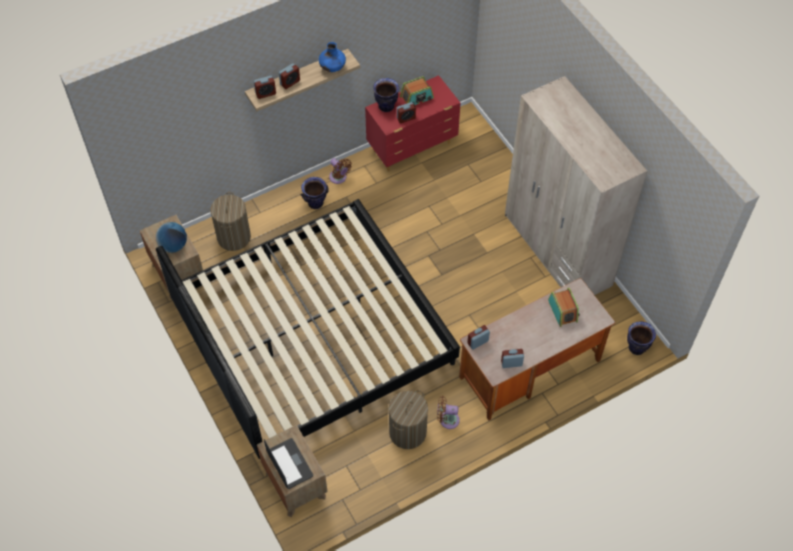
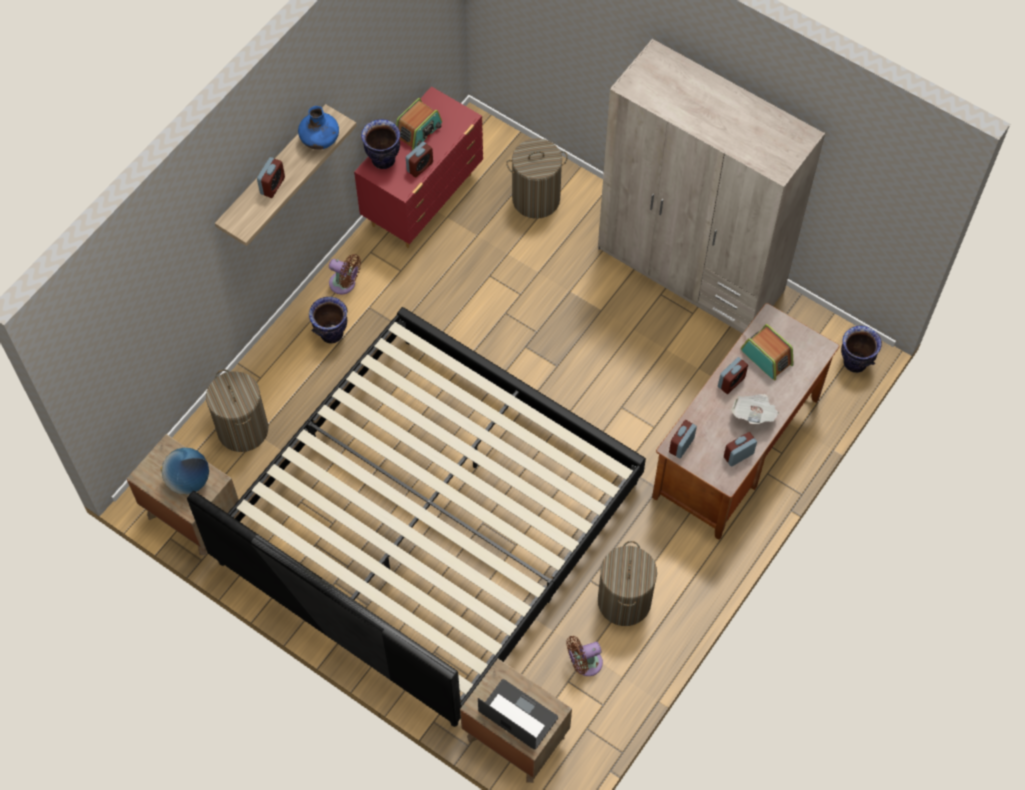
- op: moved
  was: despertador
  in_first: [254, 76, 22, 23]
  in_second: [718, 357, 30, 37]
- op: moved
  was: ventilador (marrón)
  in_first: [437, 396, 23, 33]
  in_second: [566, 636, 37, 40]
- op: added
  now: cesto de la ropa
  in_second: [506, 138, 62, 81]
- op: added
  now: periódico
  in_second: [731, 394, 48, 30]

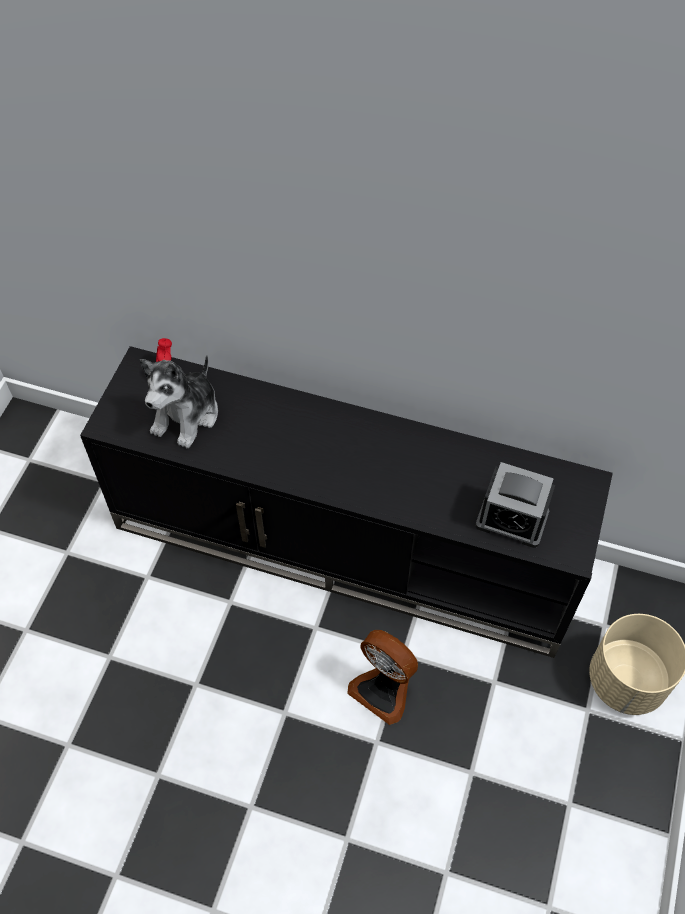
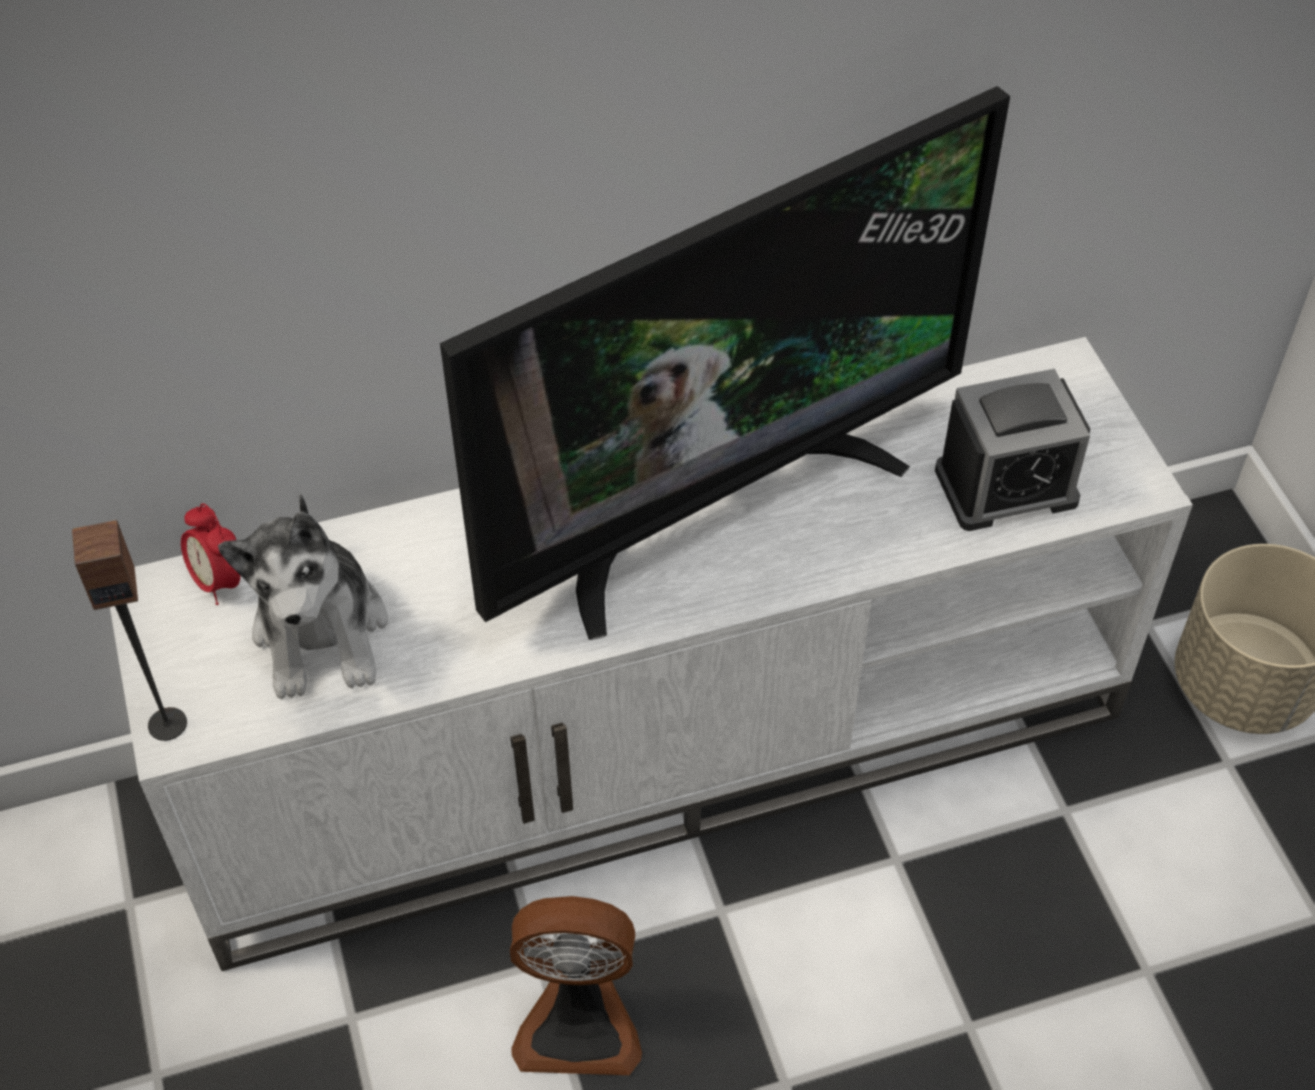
- op: recoloured
  was: mueble de televisión (negro)
  now: mueble de televisión (blanco)
  in_first: [80, 346, 533, 312]
  in_second: [110, 337, 1083, 634]
- op: moved
  was: ventilador
  in_first: [347, 630, 71, 95]
  in_second: [510, 896, 132, 179]
- op: added
  now: televisor
  in_second: [440, 86, 570, 554]
- op: added
  now: altavoz
  in_second: [72, 519, 115, 222]

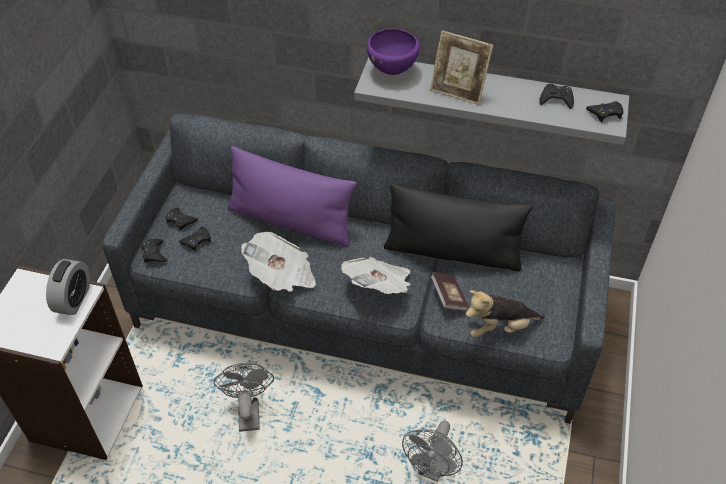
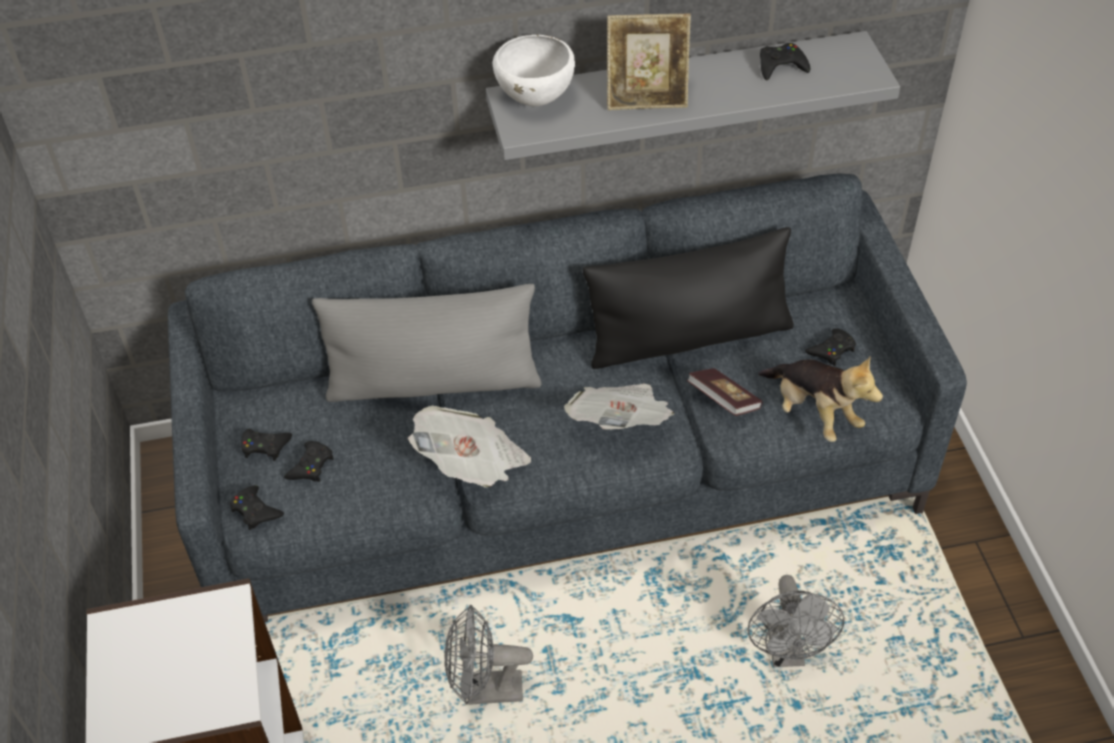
- op: recoloured
  was: cuenco (morado)
  now: cuenco (blanco)
  in_first: [367, 29, 53, 46]
  in_second: [493, 35, 82, 71]
- op: moved
  was: mando de consola (negro)
  in_first: [586, 101, 38, 21]
  in_second: [805, 328, 51, 38]
- op: recoloured
  was: cojín (morado)
  now: cojín (gris)
  in_first: [227, 146, 130, 101]
  in_second: [312, 284, 229, 118]
- op: removed
  was: despertador
  in_first: [46, 259, 44, 56]
- op: turned
  was: peluche
  in_first: [465, 290, 80, 47]
  in_second: [758, 356, 125, 86]
  clockwise: -90
- op: turned
  was: ventilador (gris)
  in_first: [213, 363, 61, 69]
  in_second: [445, 605, 88, 100]
  clockwise: -60

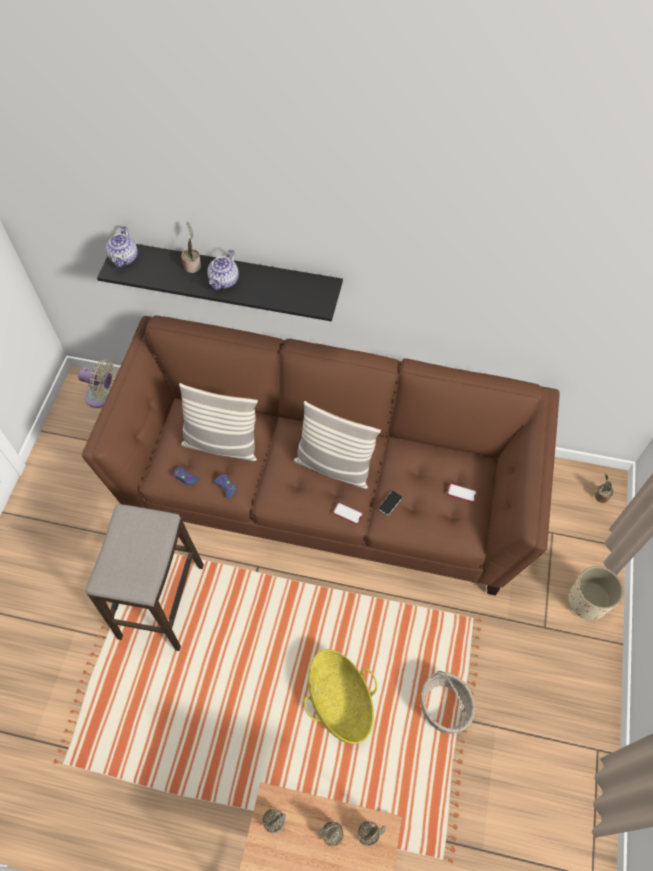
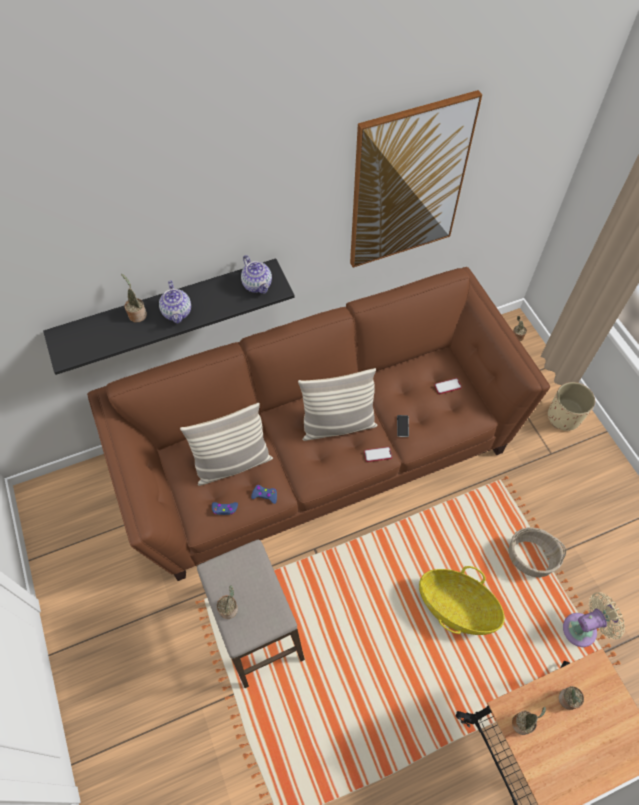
- op: moved
  was: tetera
  in_first: [106, 226, 32, 42]
  in_second: [241, 255, 31, 39]
- op: moved
  was: ventilador (beis)
  in_first: [78, 360, 37, 48]
  in_second: [563, 592, 62, 55]
- op: moved
  was: planta en maceta
  in_first: [357, 821, 29, 25]
  in_second: [217, 585, 21, 34]
- op: added
  now: cuadro
  in_second: [350, 90, 132, 178]

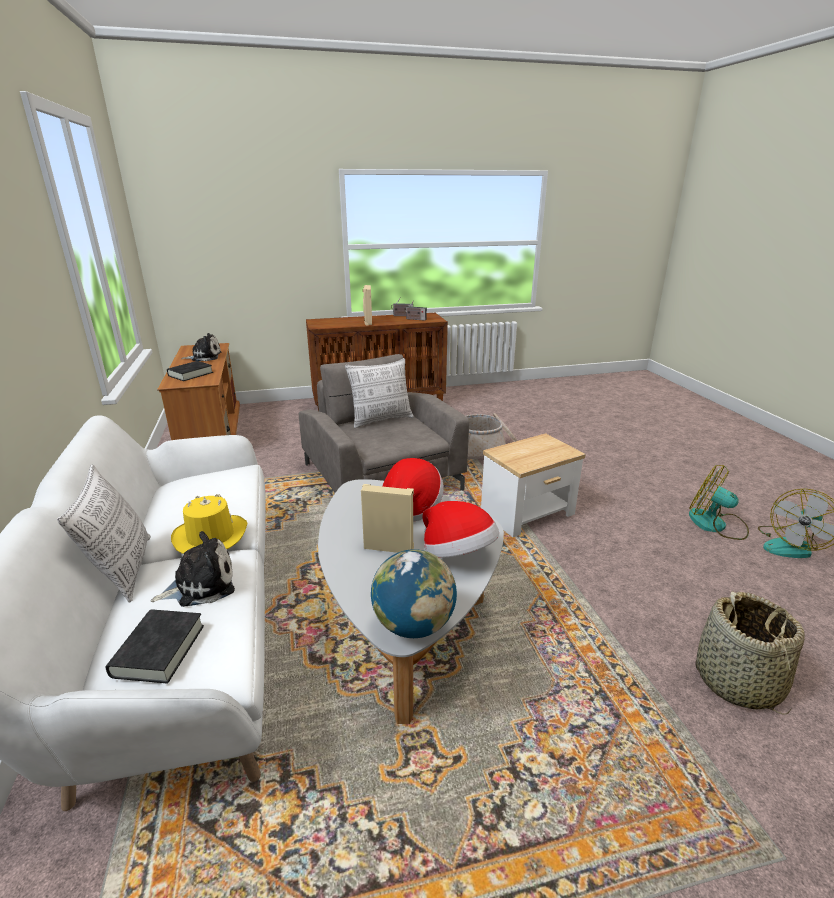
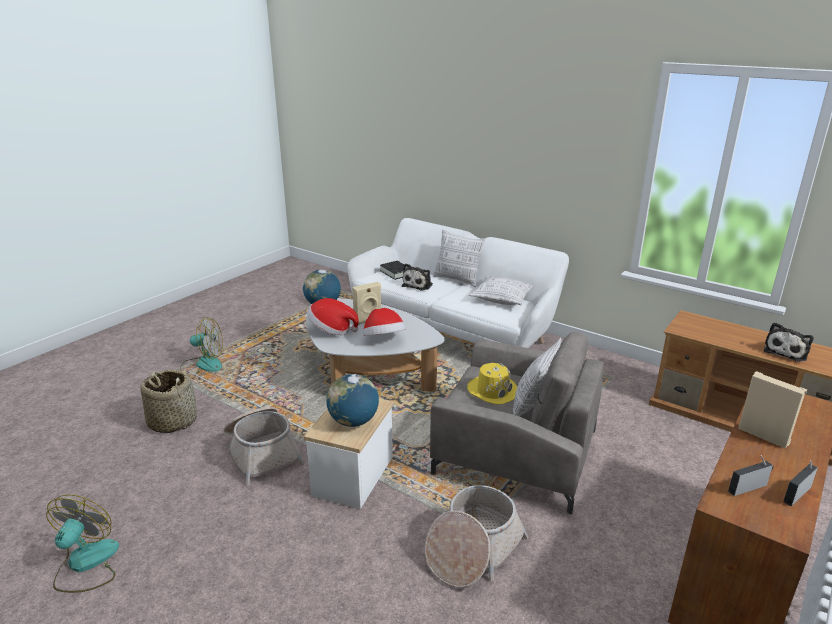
- op: removed
  was: libro (negro)
  in_first: [167, 361, 46, 20]
- op: moved
  was: ventilador
  in_first: [689, 465, 60, 75]
  in_second: [180, 317, 43, 57]
- op: moved
  was: sombrero (amarillo)
  in_first: [171, 494, 77, 60]
  in_second: [467, 363, 50, 42]
- op: added
  now: cojín
  in_second: [469, 276, 64, 29]
- op: added
  now: globo terráqueo
  in_second: [326, 374, 53, 53]
- op: added
  now: cesta
  in_second: [224, 407, 81, 79]

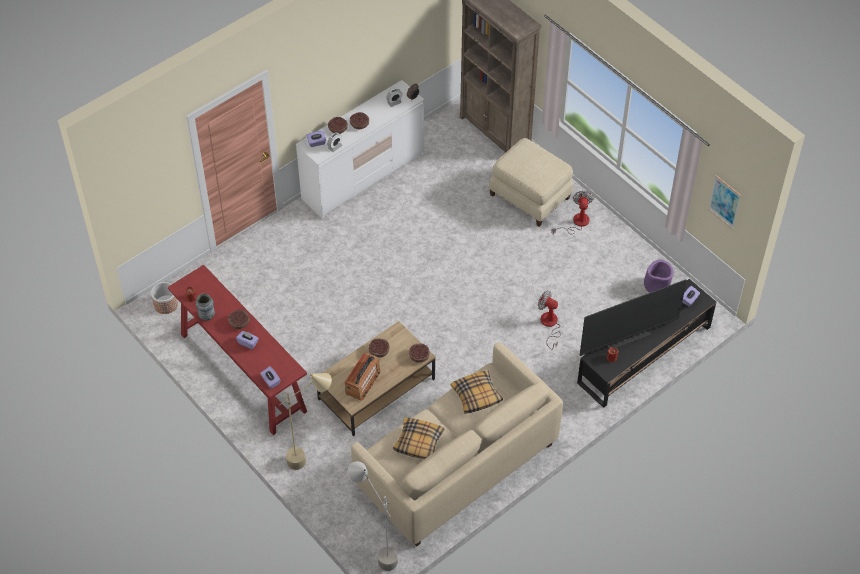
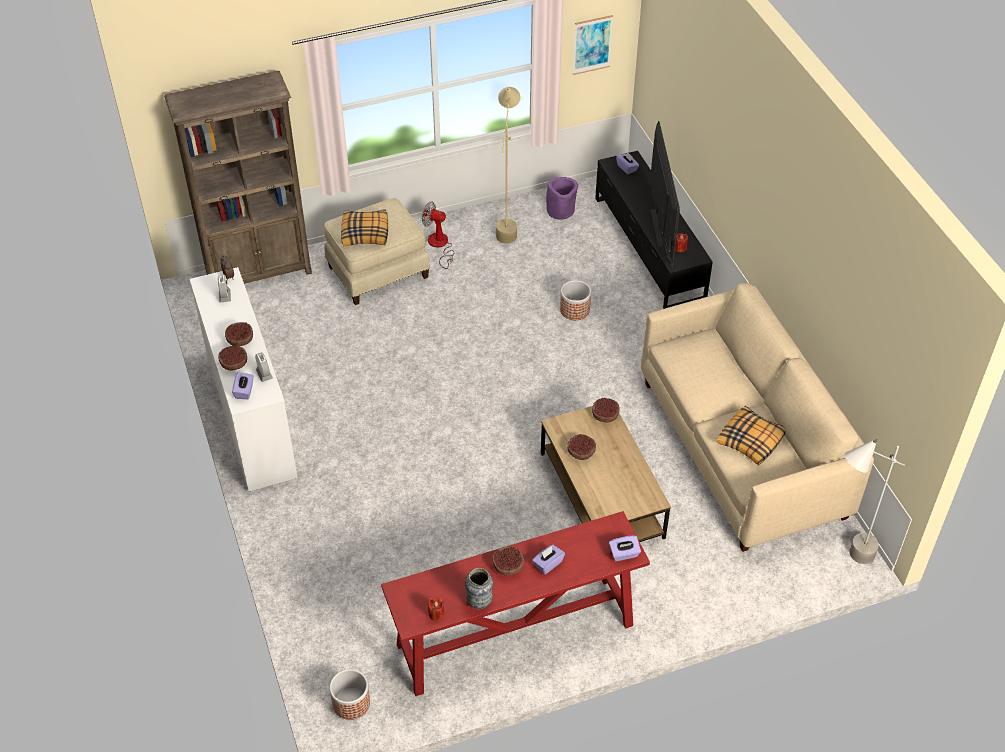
- op: replaced
  was: ventilador
  now: maceta
  in_first: [538, 291, 23, 59]
  in_second: [560, 280, 31, 40]
- op: removed
  was: radio
  in_first: [345, 352, 36, 49]
- op: moved
  was: cojín
  in_first: [451, 371, 52, 43]
  in_second: [341, 209, 47, 37]
- op: moved
  was: lámpara de pie (beis)
  in_first: [280, 373, 52, 97]
  in_second: [496, 87, 24, 157]

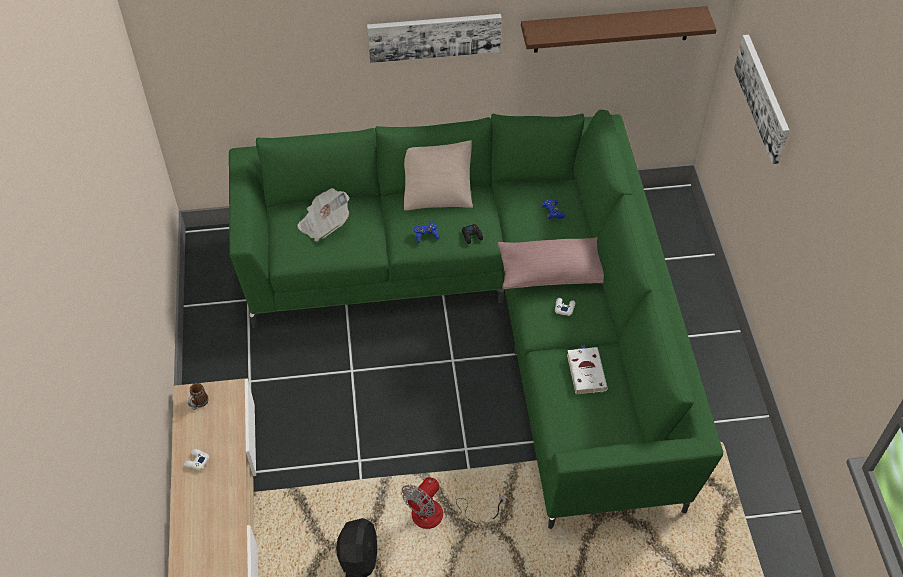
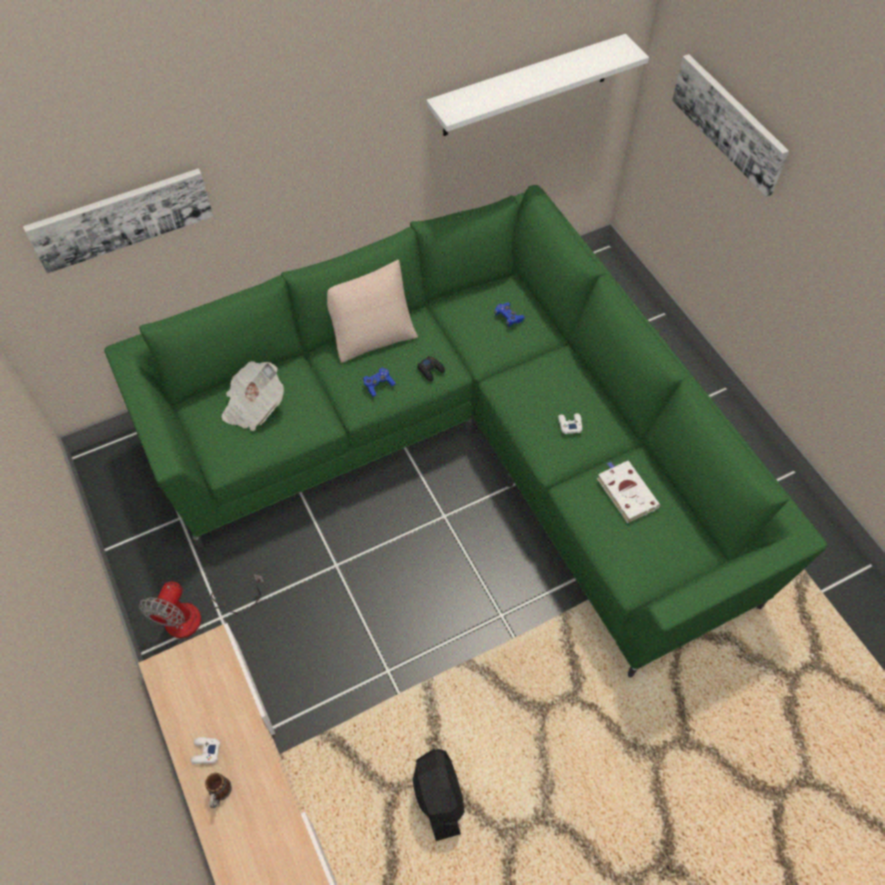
- op: recoloured
  was: estante (marrón)
  now: estante (blanco)
  in_first: [521, 6, 196, 47]
  in_second: [426, 34, 223, 102]
- op: moved
  was: cuadro
  in_first: [367, 14, 135, 49]
  in_second: [23, 168, 190, 106]
- op: removed
  was: cojín (rosa)
  in_first: [498, 237, 106, 52]
- op: moved
  was: taza grande
  in_first: [188, 383, 21, 27]
  in_second: [205, 773, 27, 35]
- op: moved
  was: ventilador
  in_first: [401, 477, 105, 52]
  in_second: [139, 574, 126, 64]

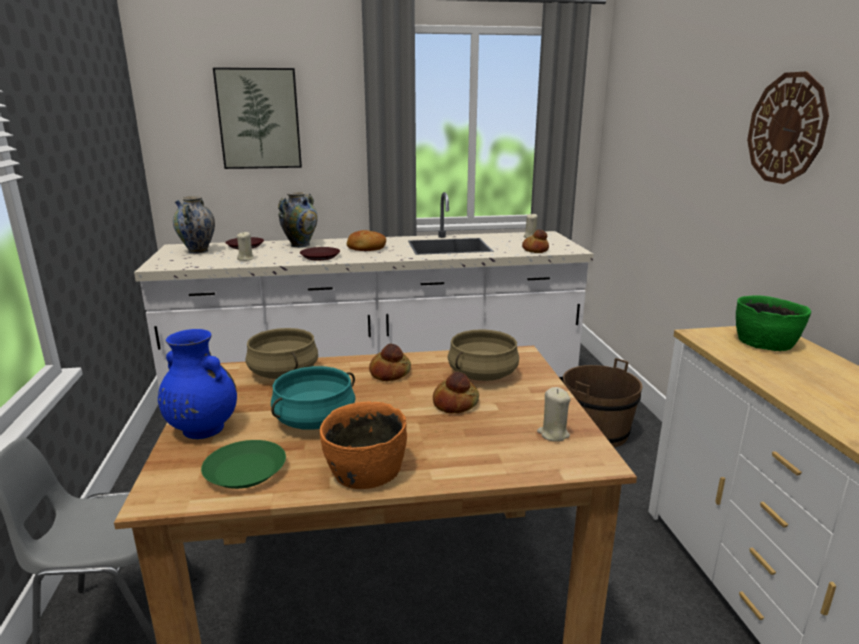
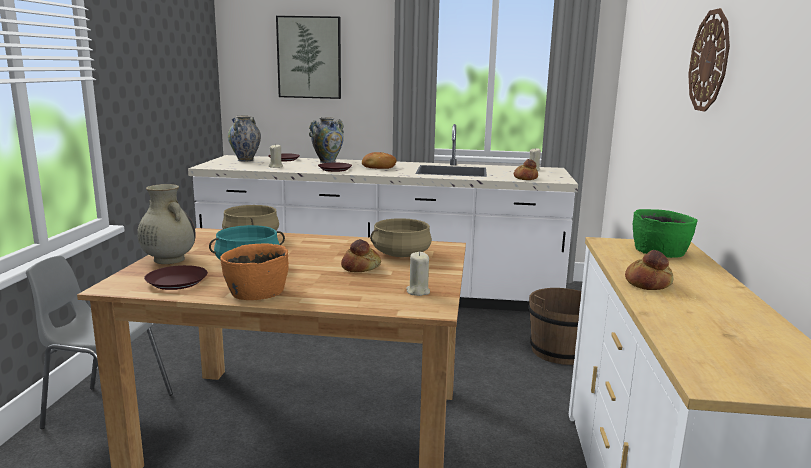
- op: recoloured
  was: florero (azul)
  now: florero (beis)
  in_first: [158, 329, 79, 110]
  in_second: [137, 184, 59, 80]
- op: moved
  was: pan
  in_first: [369, 344, 42, 37]
  in_second: [625, 250, 48, 40]
- op: recoloured
  was: plato (verde)
  now: plato (marrón)
  in_first: [201, 440, 85, 49]
  in_second: [144, 265, 64, 25]

